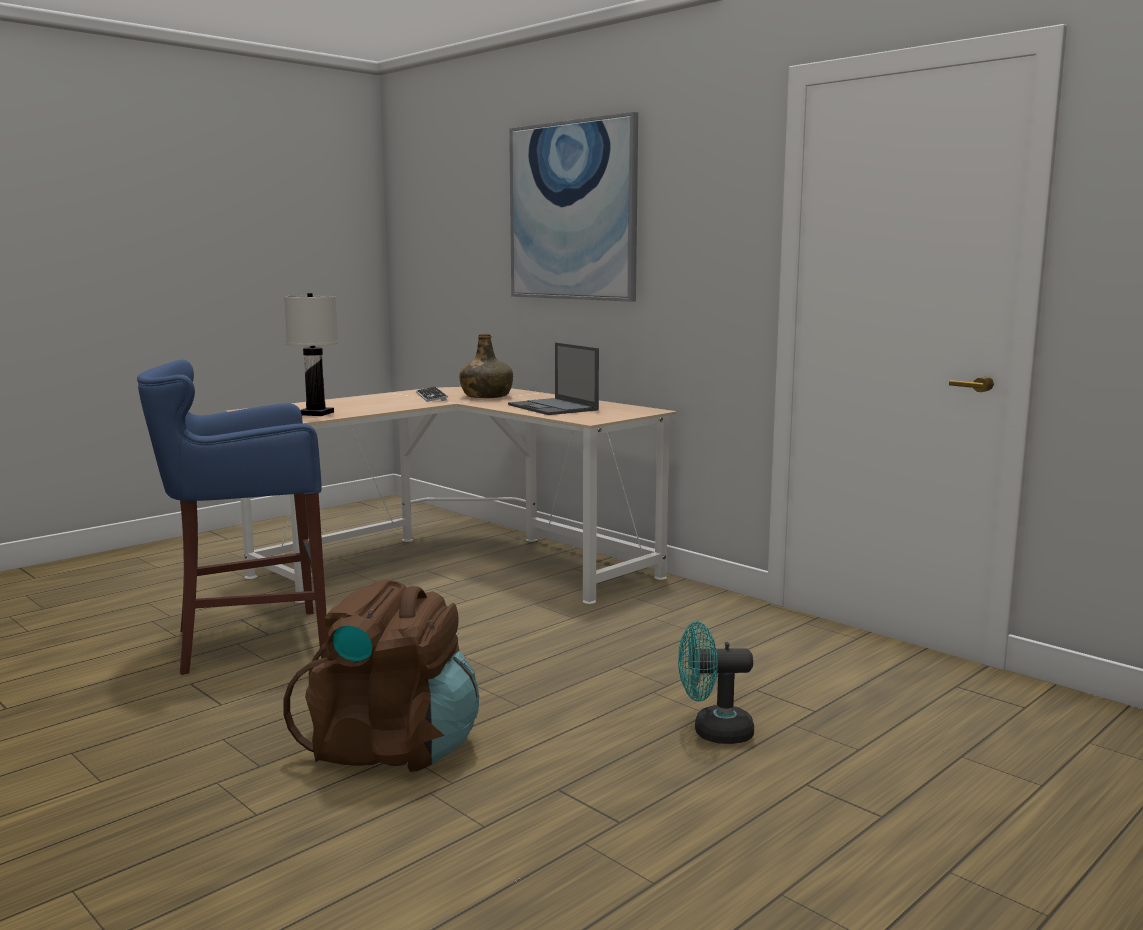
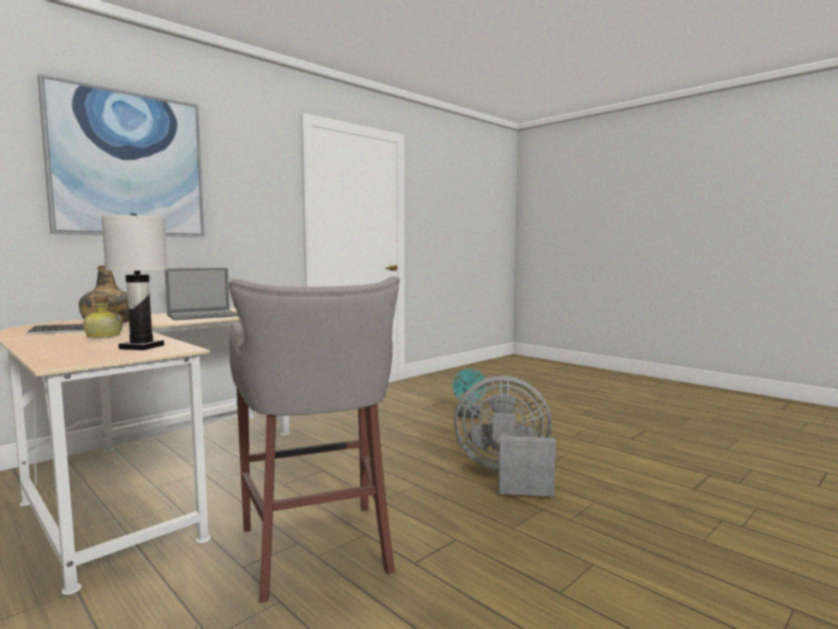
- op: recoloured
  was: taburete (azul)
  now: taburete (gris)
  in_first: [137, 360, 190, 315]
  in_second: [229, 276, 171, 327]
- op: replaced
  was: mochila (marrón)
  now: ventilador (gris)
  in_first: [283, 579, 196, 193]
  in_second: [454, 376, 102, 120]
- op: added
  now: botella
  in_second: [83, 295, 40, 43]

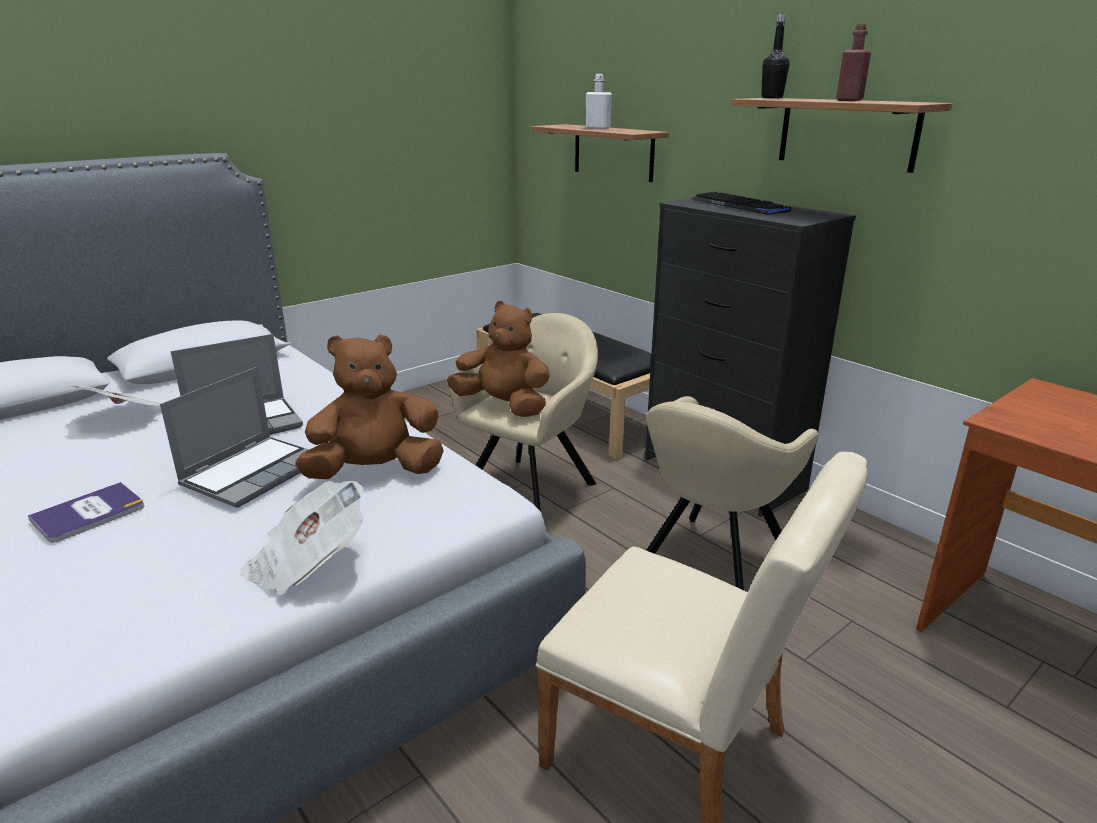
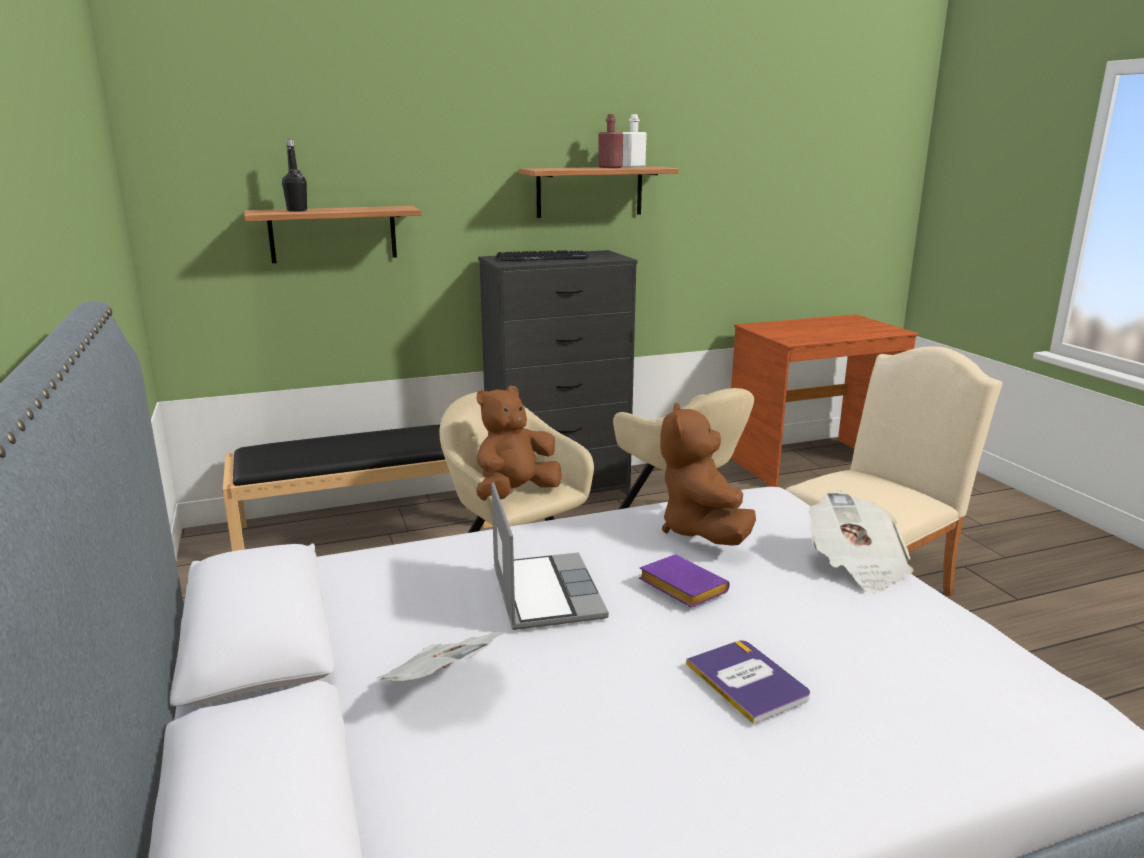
- op: moved
  was: botella (negro)
  in_first: [761, 14, 29, 84]
  in_second: [282, 139, 25, 73]
- op: moved
  was: botella (blanco)
  in_first: [586, 74, 26, 55]
  in_second: [622, 114, 25, 54]
- op: replaced
  was: portátil
  now: libro (morado)
  in_first: [160, 367, 149, 141]
  in_second: [639, 554, 91, 54]

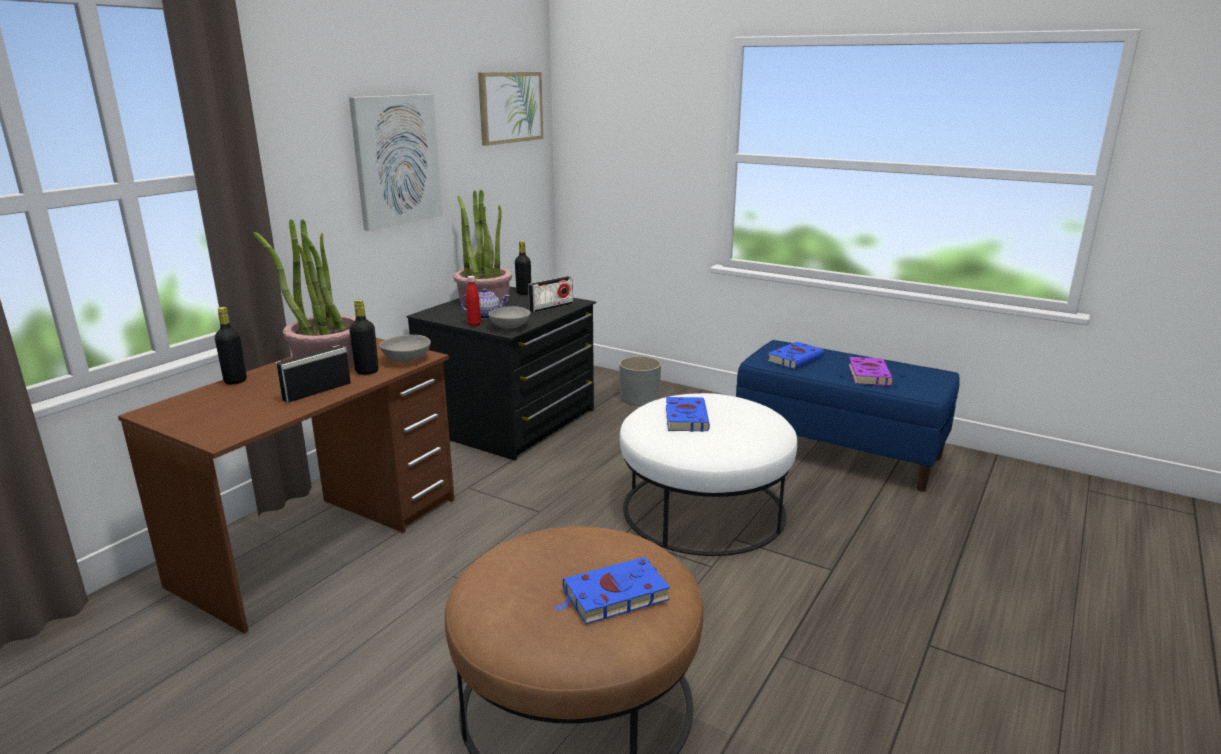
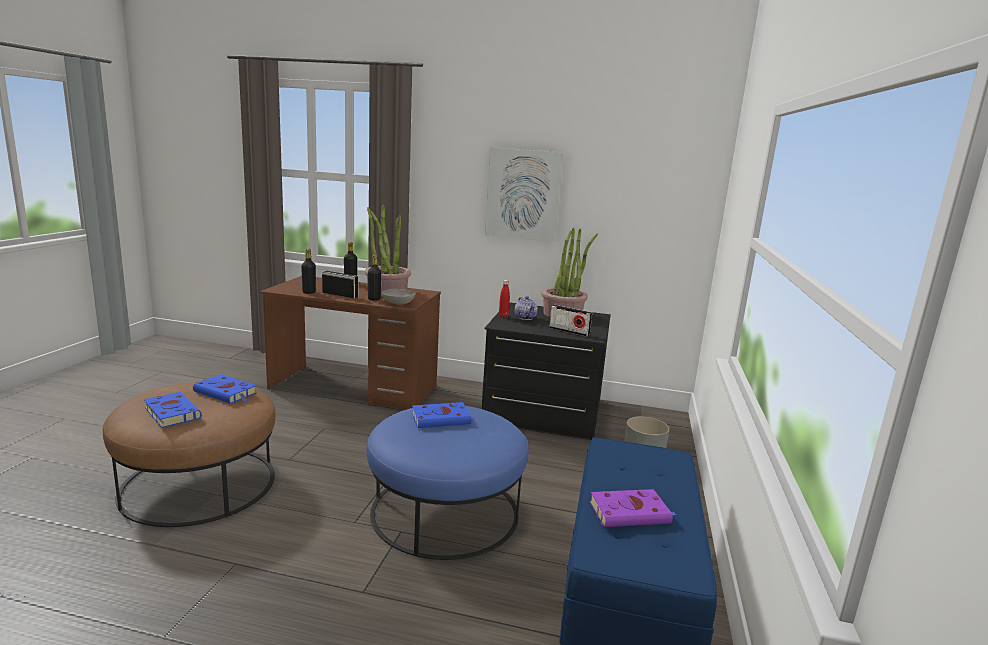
- op: removed
  was: cuadro
  in_first: [478, 72, 65, 74]
- op: moved
  was: botella (negro)
  in_first: [515, 241, 16, 54]
  in_second: [301, 249, 15, 45]
- op: removed
  was: cuenco (gris)
  in_first: [488, 306, 42, 23]
- op: moved
  was: libro (azul)
  in_first: [767, 342, 57, 27]
  in_second: [193, 374, 64, 30]
- op: recoloured
  was: puf (blanco)
  now: puf (azul)
  in_first: [620, 393, 178, 163]
  in_second: [366, 406, 162, 154]

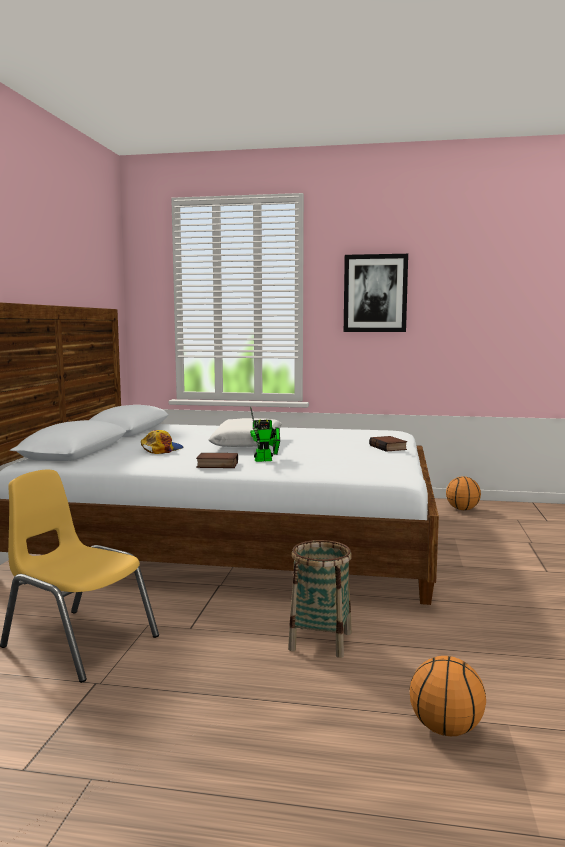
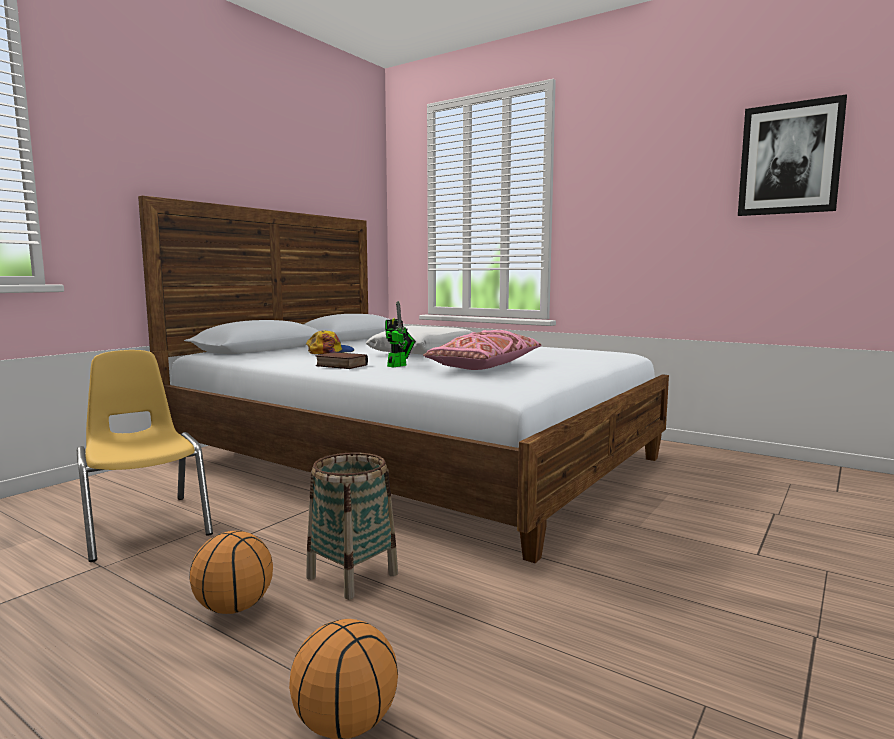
- op: moved
  was: cuadro
  in_first: [344, 254, 64, 78]
  in_second: [738, 94, 109, 122]
- op: turned
  was: robot de juguete
  in_first: [250, 406, 30, 56]
  in_second: [385, 301, 30, 66]
  clockwise: -60
- op: removed
  was: libro
  in_first: [369, 436, 38, 16]
- op: moved
  was: balón de baloncesto
  in_first: [446, 476, 35, 34]
  in_second: [189, 531, 84, 83]
- op: added
  now: cojín (rosa)
  in_second: [423, 330, 119, 40]

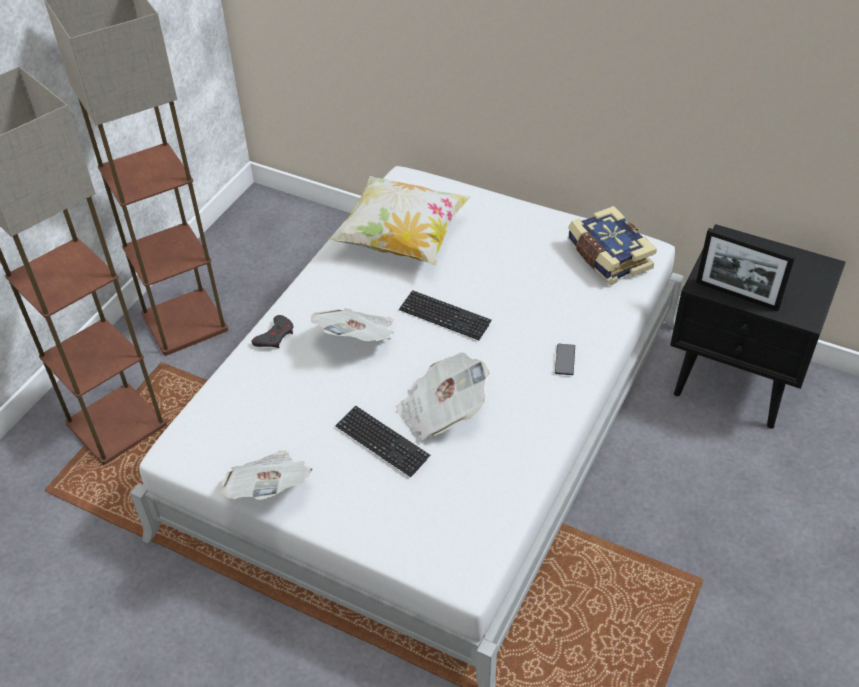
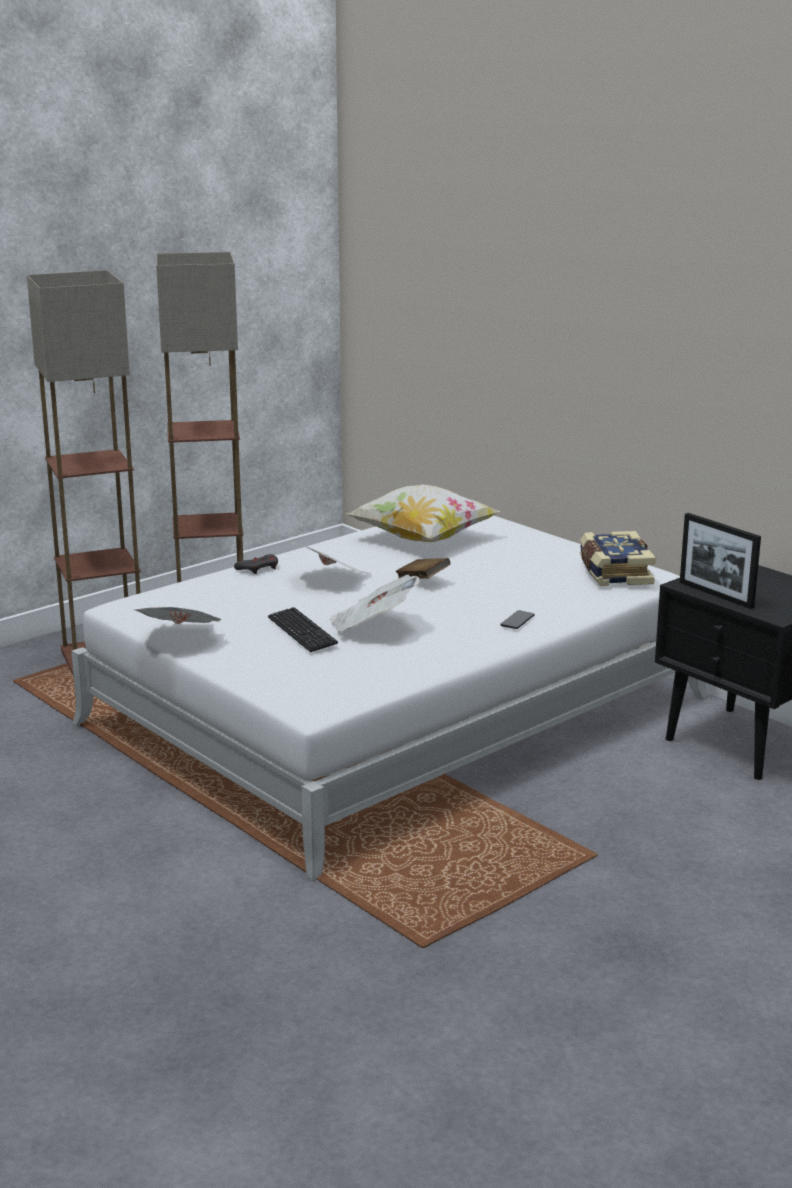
- op: replaced
  was: teclado
  now: libro (marrón)
  in_first: [399, 290, 93, 50]
  in_second: [396, 558, 55, 21]

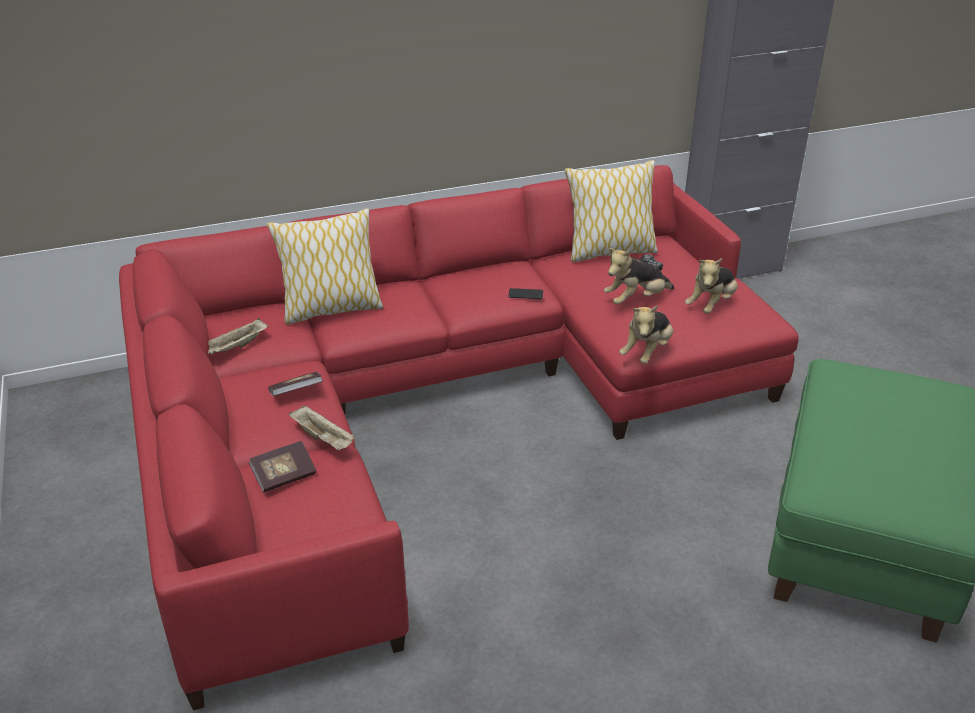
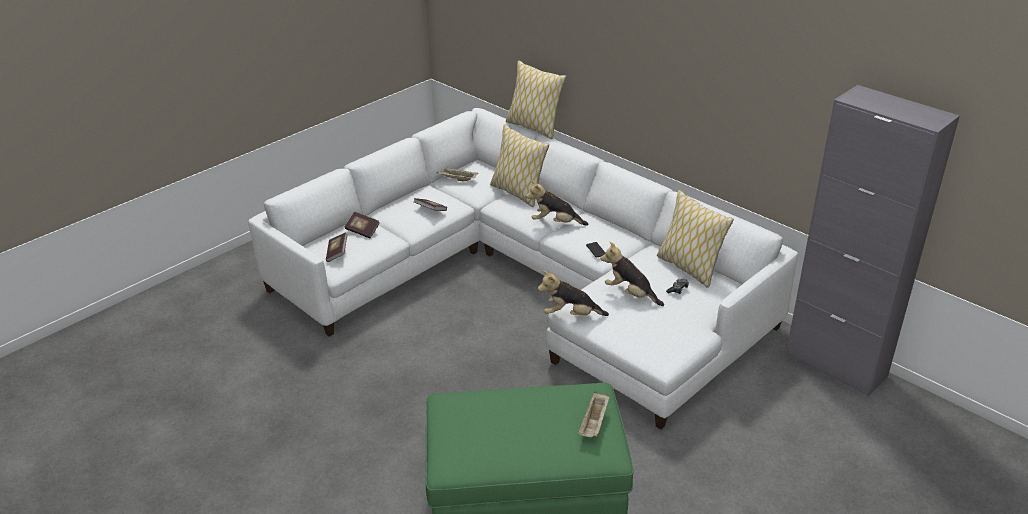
- op: recoloured
  was: sofá (rojo)
  now: sofá (blanco)
  in_first: [119, 165, 680, 546]
  in_second: [248, 108, 550, 322]
- op: moved
  was: peluche
  in_first: [685, 258, 52, 56]
  in_second: [526, 180, 62, 46]
- op: moved
  was: bandeja (beis)
  in_first: [289, 406, 66, 44]
  in_second: [578, 391, 32, 46]
- op: added
  now: cojín
  in_second: [506, 61, 61, 78]
- op: added
  now: libro
  in_second: [326, 233, 21, 29]

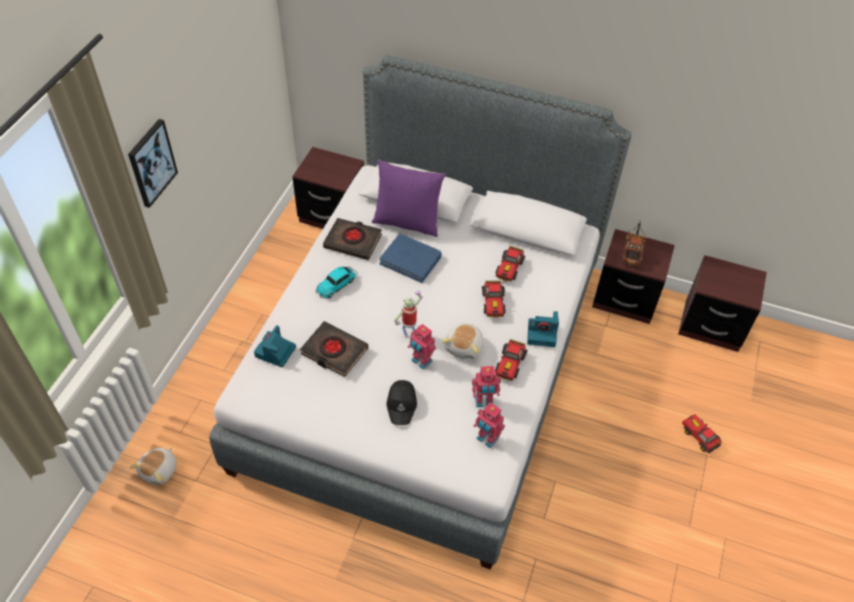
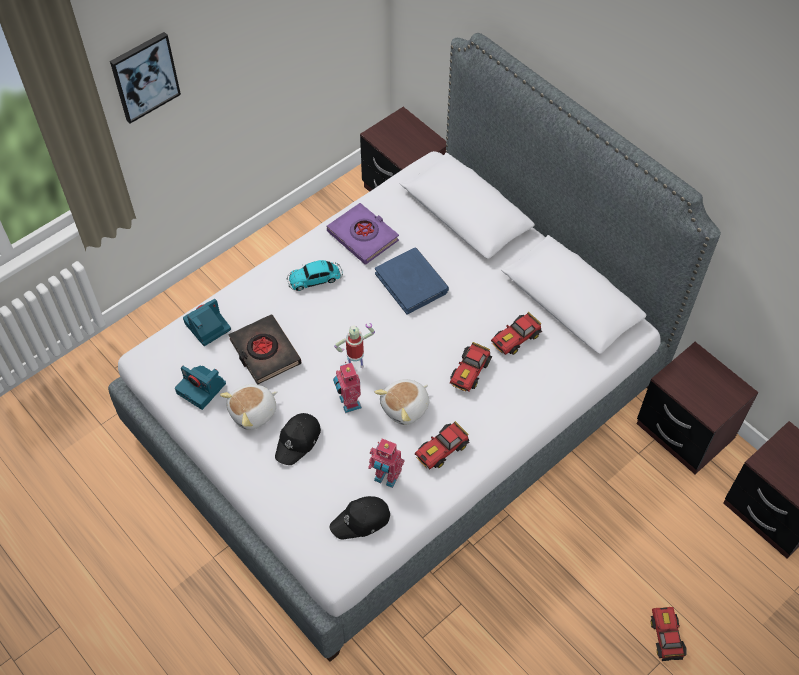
- op: removed
  was: cojín (morado)
  in_first: [372, 159, 74, 78]
- op: recoloured
  was: libro (negro)
  now: libro (morado)
  in_first: [323, 218, 59, 42]
  in_second: [327, 203, 72, 62]
- op: removed
  was: camión de juguete
  in_first: [621, 222, 26, 45]
- op: moved
  was: cámara
  in_first: [527, 311, 32, 36]
  in_second: [175, 365, 51, 45]
- op: replaced
  was: robot de juguete
  now: gorra (negro)
  in_first: [474, 402, 31, 46]
  in_second: [330, 496, 60, 43]
- op: moved
  was: peluche
  in_first: [130, 447, 47, 38]
  in_second: [220, 384, 58, 46]

